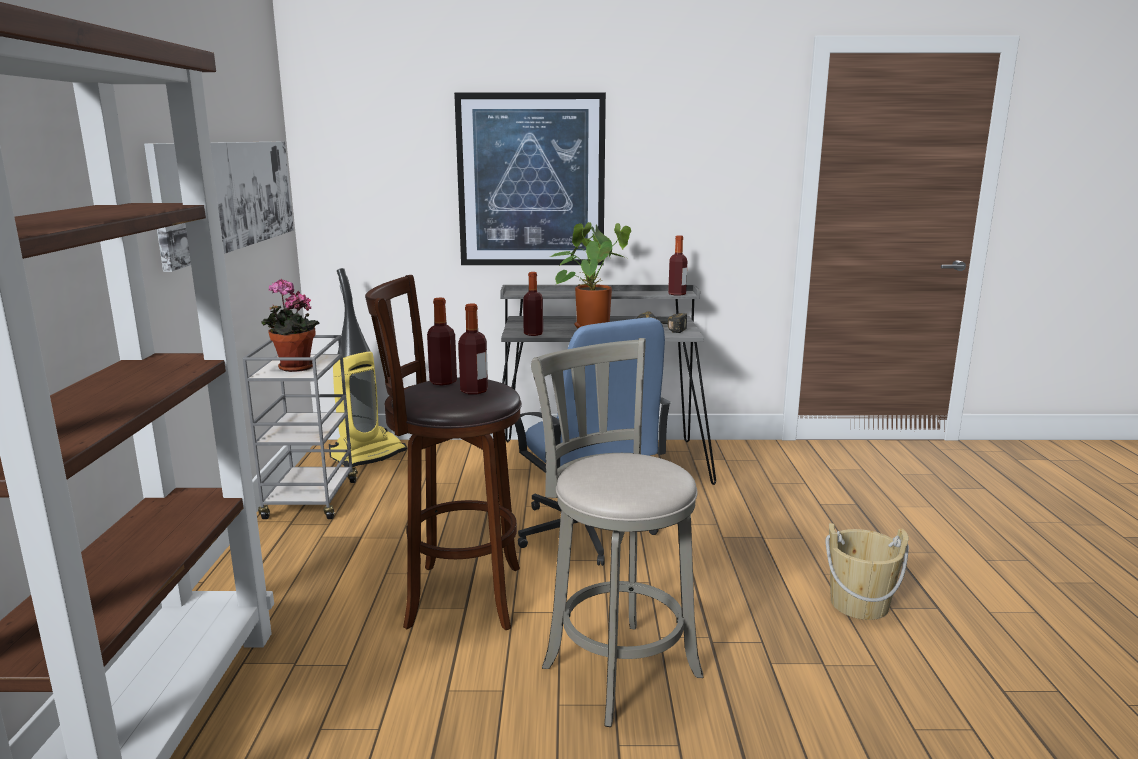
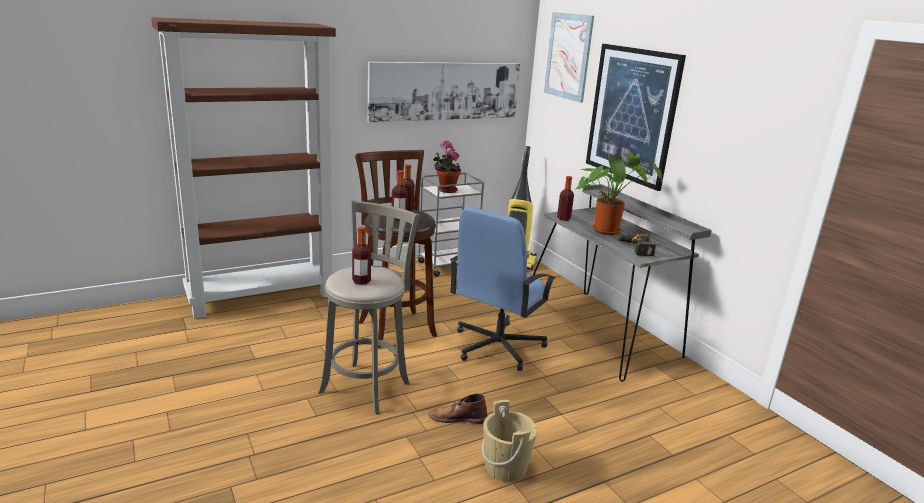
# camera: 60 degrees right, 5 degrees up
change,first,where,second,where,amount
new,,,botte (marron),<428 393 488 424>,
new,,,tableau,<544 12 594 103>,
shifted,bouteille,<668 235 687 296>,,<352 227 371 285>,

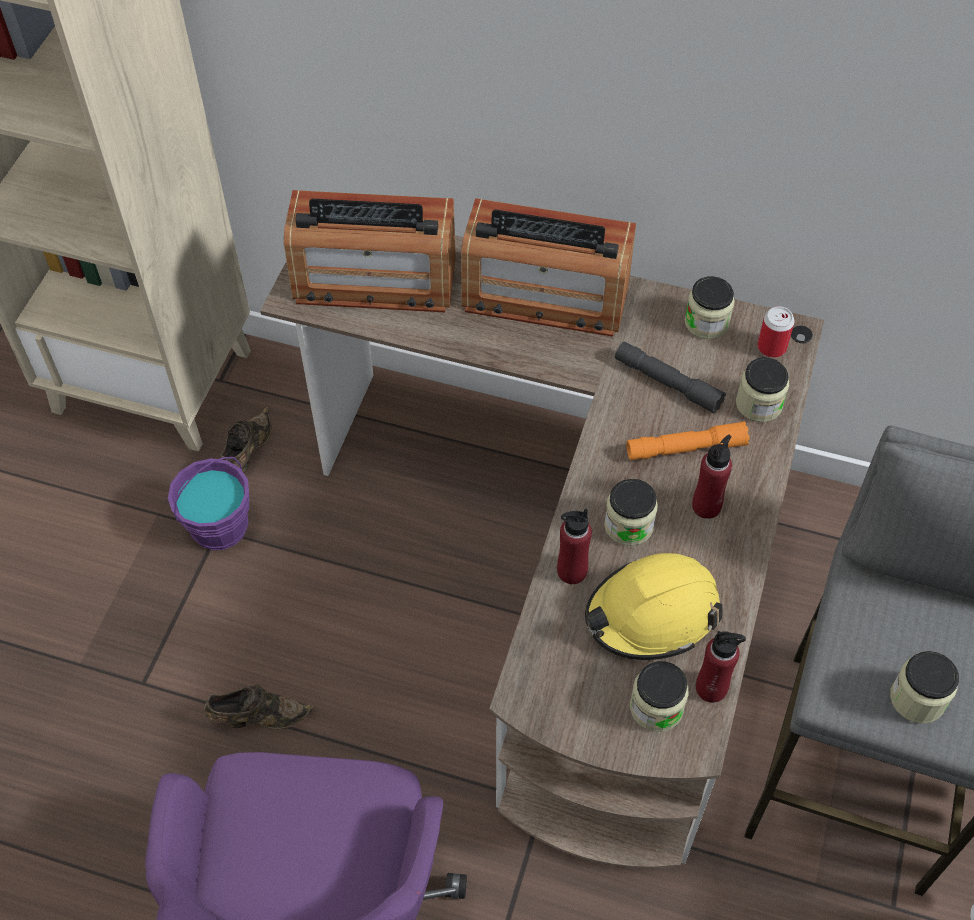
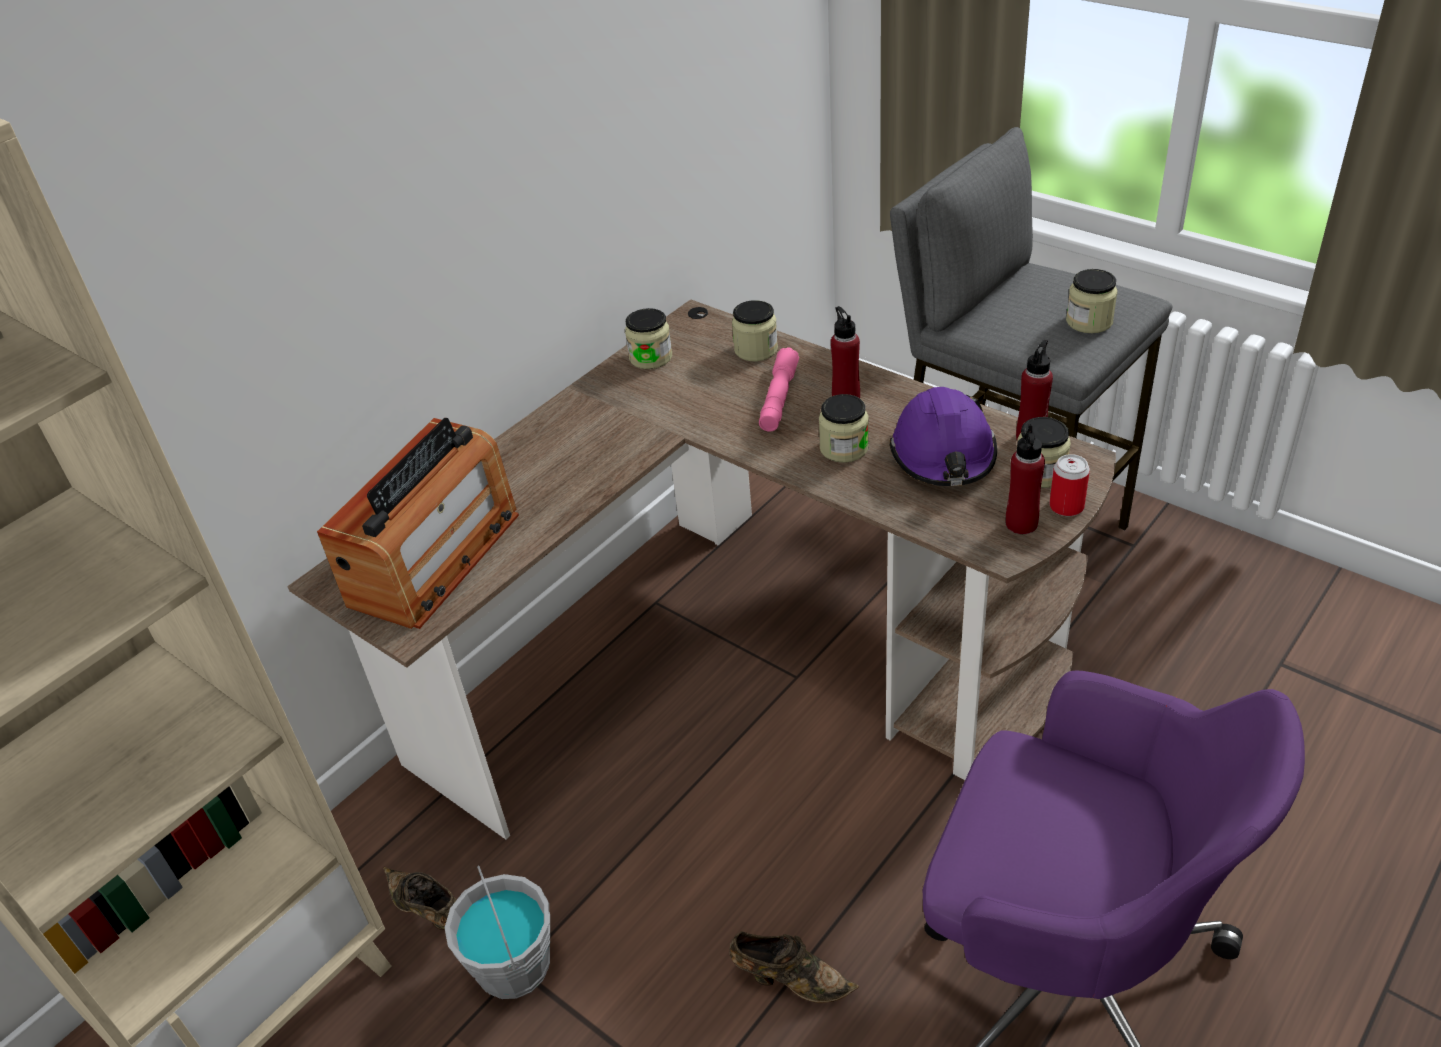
# camera: 65 degrees left, 15 degrees down
change,first,where,second,where,amount
gone,radio,<461 198 636 337>,,,
gone,lampe de poche (gris),<615 342 726 414>,,,
shifted,bouteille (rouge),<557 509 592 584>,,<1006 424 1045 534>,
shifted,boîte métallique,<757 306 794 358>,,<1050 454 1090 516>,
repainted,seau (violet),<168 457 250 550>,seau (gris),<445 866 550 999>,
repainted,casque de chantier (jaune),<585 553 723 660>,casque de chantier (violet),<889 387 997 486>,
repainted,lampe de poche (orange),<627 421 749 460>,lampe de poche (rose),<759 347 799 432>,
rotated,chaussure (marron),<204 684 314 729>,,<730 931 859 1003>,90 degrees clockwise

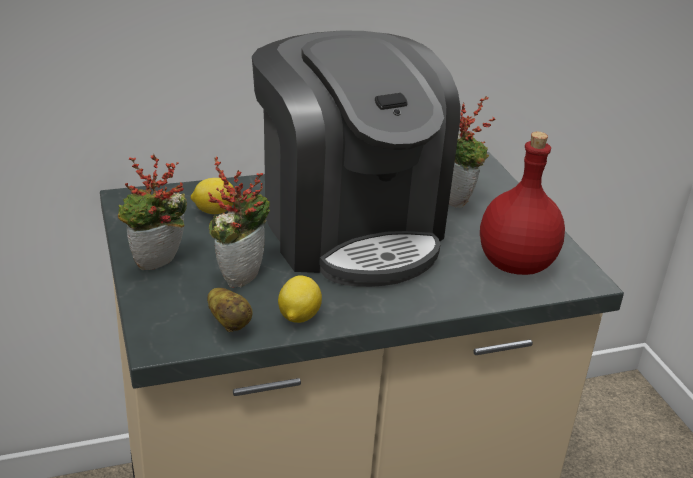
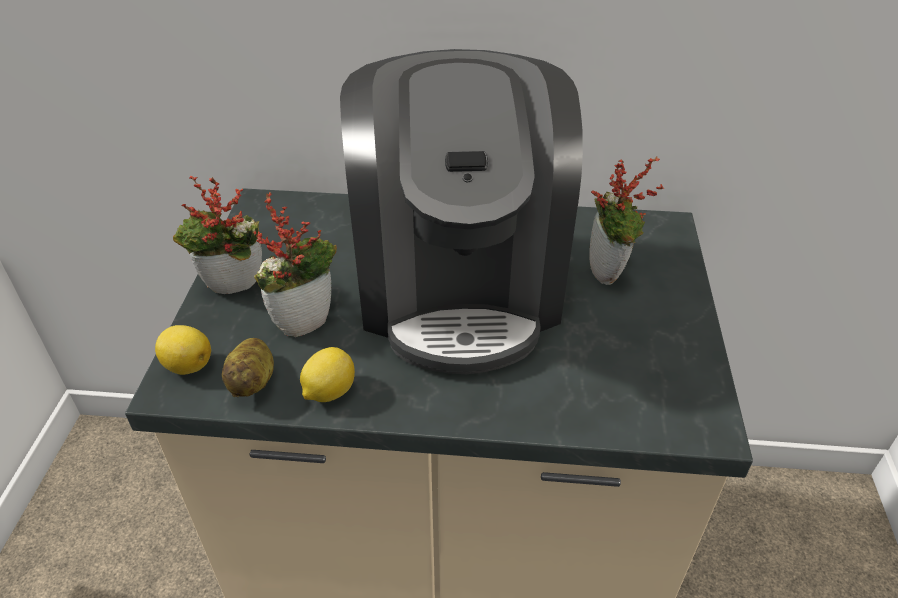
# camera: 25 degrees right, 10 degrees up
change,first,where,second,where,amount
gone,bouteille (rouge),<480 132 565 275>,,,
shifted,citron,<190 178 234 214>,,<155 325 211 375>,

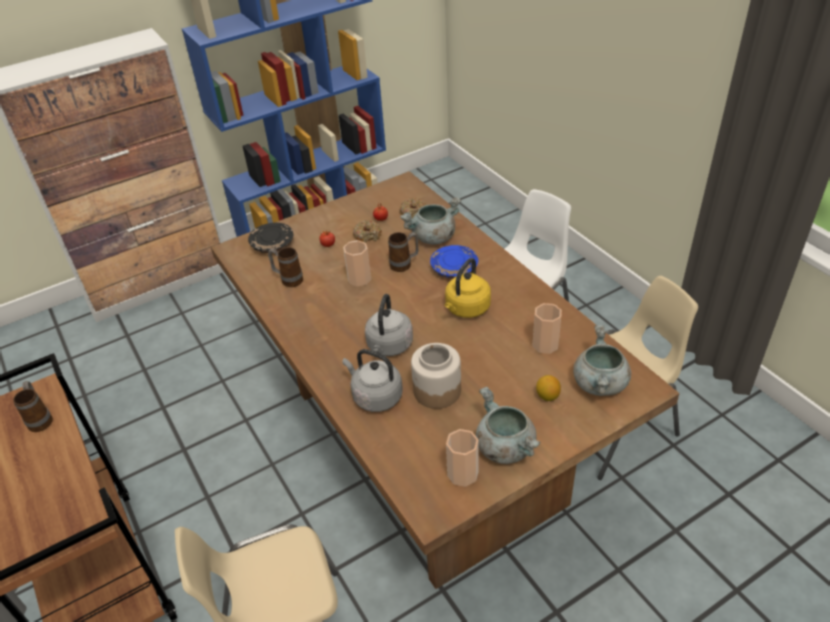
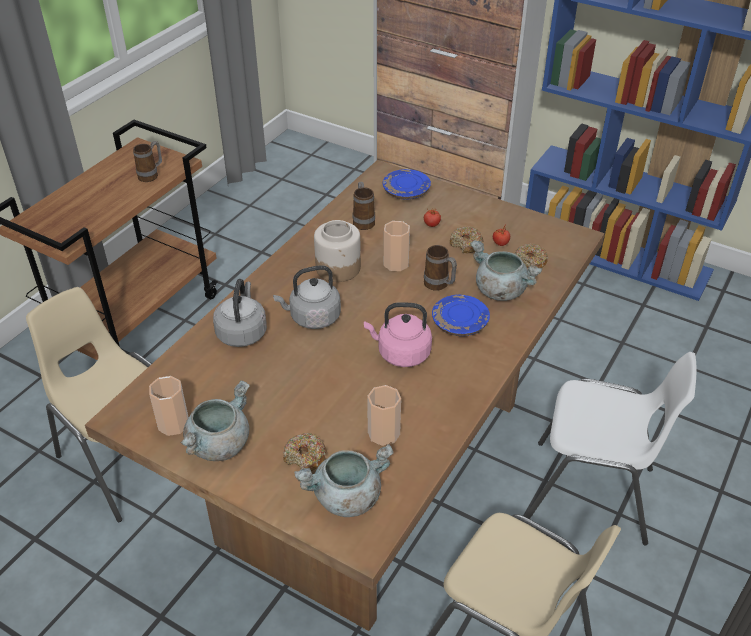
# camera: 60 degrees right, 0 degrees up
change,first,where,second,where,amount
shifted,bocal,<411 343 461 409>,,<314 220 361 282>,
swapped,citron,<536 375 561 401>,beignet,<283 433 327 471>,
repainted,assiette (noir),<248 223 294 253>,assiette (bleu),<383 169 431 200>,
repainted,bouilloire (jaune),<445 258 491 318>,bouilloire (rose),<364 302 432 367>,

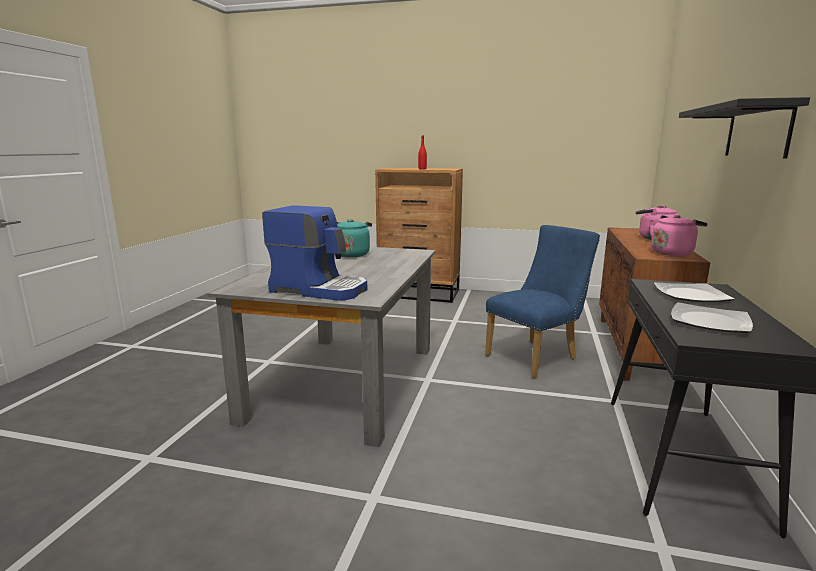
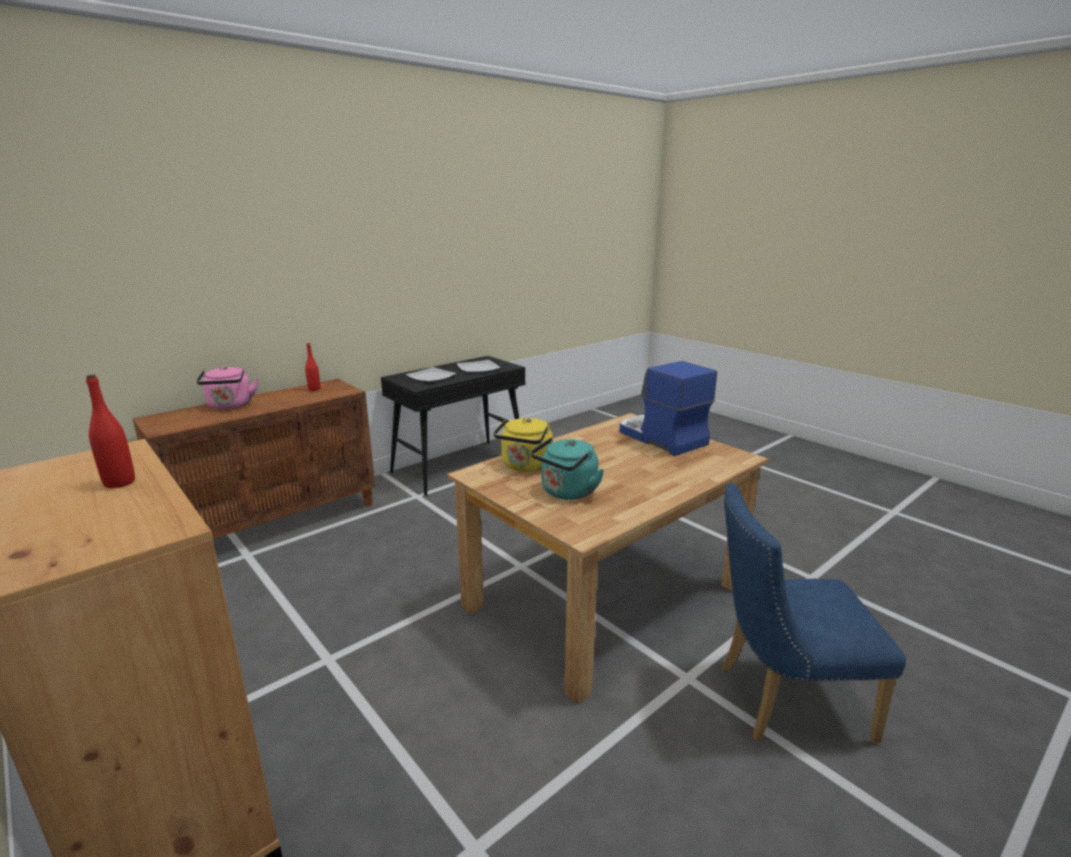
# camera: 145 degrees left, 5 degrees up
change,first,where,second,where,amount
gone,étagère (noir),<679 97 810 158>,,,
new,,,bouilloire (jaune),<493 417 561 472>,
shifted,chaise (bleu),<485 225 600 378>,,<722 483 906 743>,
swapped,bouilloire (rose),<650 215 707 256>,bouteille (rouge),<305 343 321 391>,
repainted,table à manger (gris),<207 247 436 447>,table à manger (marron),<447 413 769 704>,

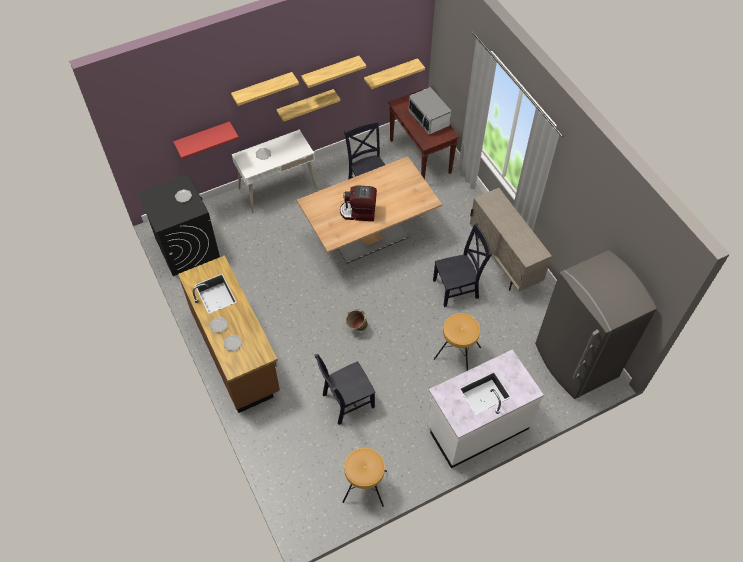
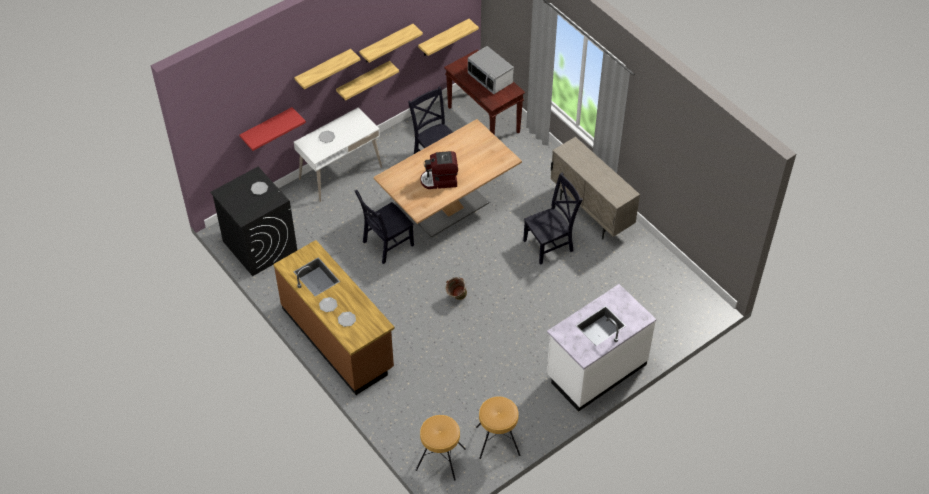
# camera: 10 degrees left, 5 degrees down
change,first,where,second,where,amount
gone,réfrigérateur (gris),<535 250 657 399>,,,
shifted,chaise (noir),<314 354 375 425>,,<354 190 414 264>,
shifted,tabouret (marron),<434 313 481 371>,,<416 415 466 481>,

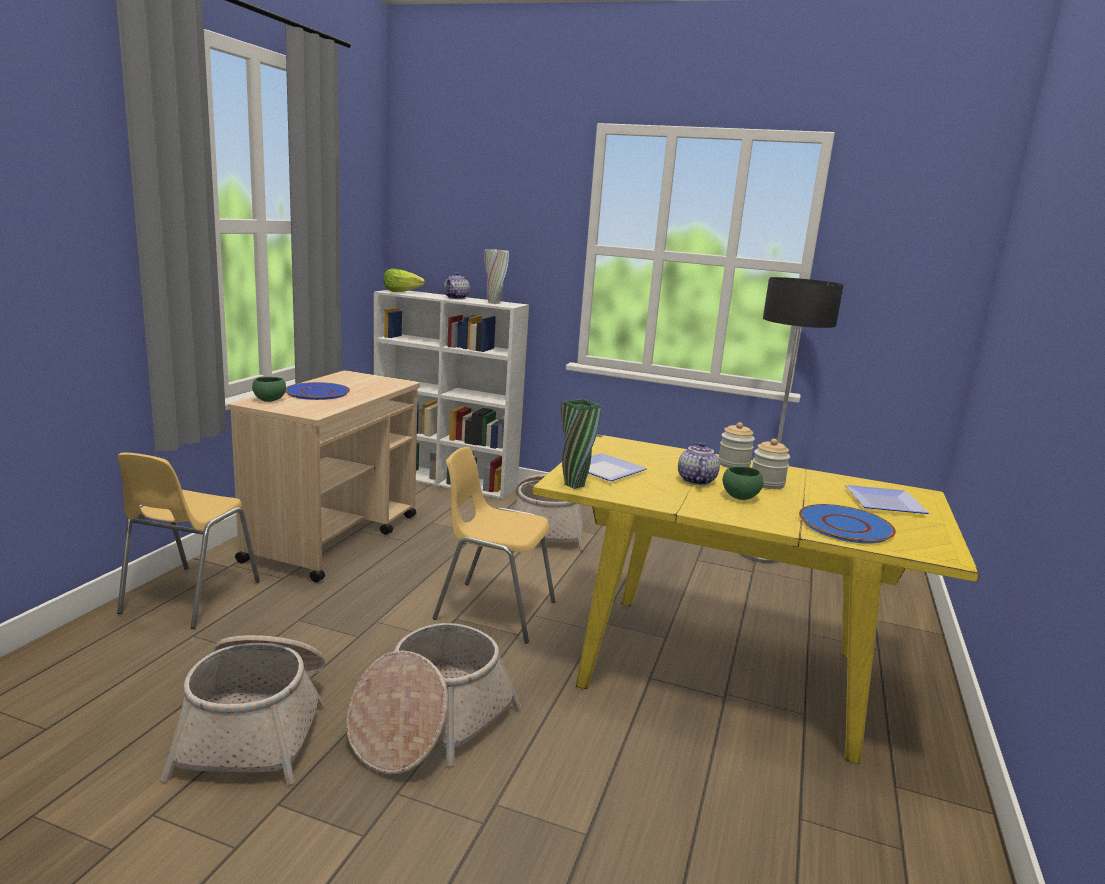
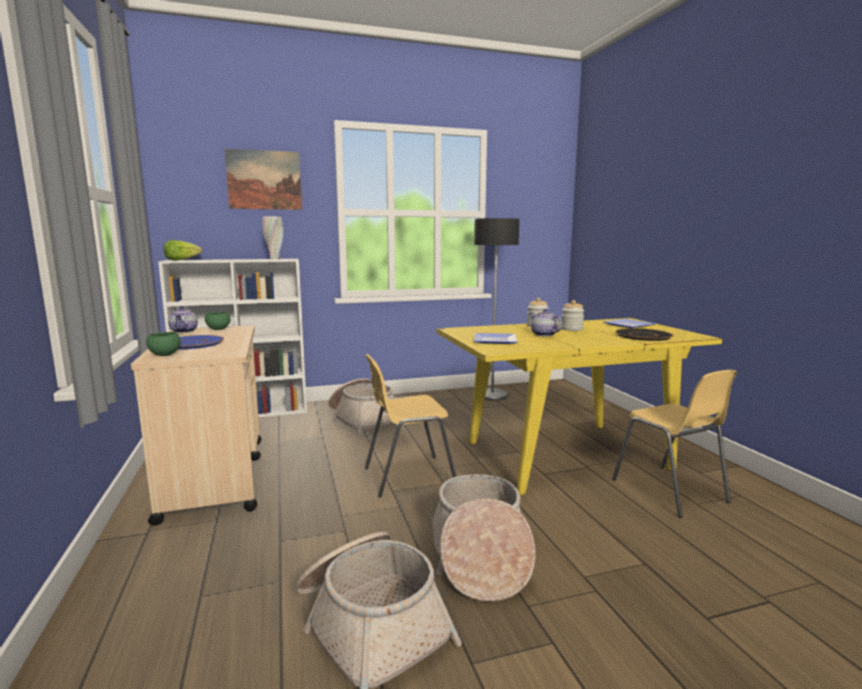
# camera: 35 degrees left, 5 degrees down
change,first,where,second,where,amount
gone,vase (vert),<561 399 602 489>,,,
new,,,tableau,<225 149 302 210>,
shifted,chaise (jaune),<117 453 260 629>,,<612 370 737 518>,
shifted,théière,<444 272 470 299>,,<168 306 198 333>,
shifted,bol (vert),<723 466 763 500>,,<205 312 231 330>,
repainted,assiette (bleu),<799 504 896 544>,assiette (noir),<615 328 674 341>,

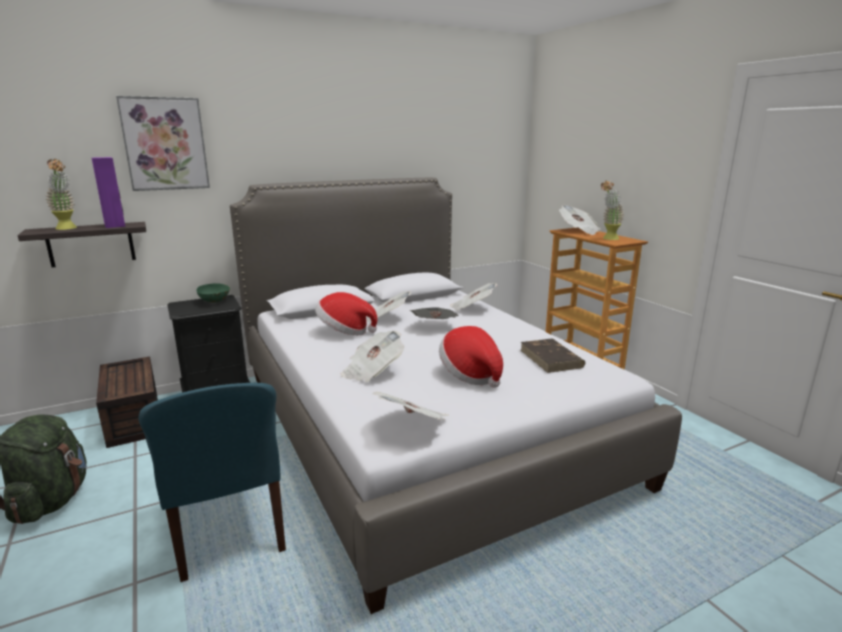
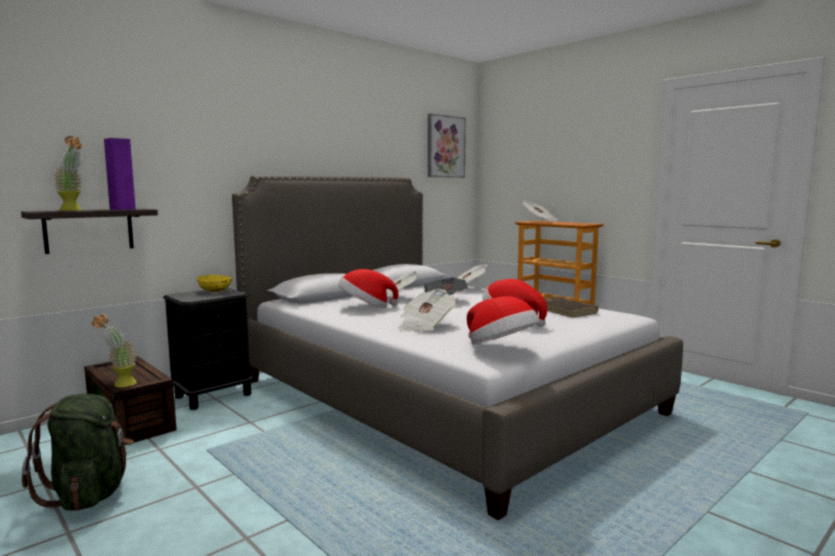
# camera: 15 degrees left, 10 degrees down
change,first,where,second,where,amount
gone,chaise (bleu),<139 383 286 582>,,,
shifted,tableau,<116 96 210 191>,,<428 114 466 178>,
shifted,plante en pot,<601 180 624 240>,,<92 314 137 387>,
swapped,journal,<372 392 448 420>,chapeau,<467 296 539 344>,
repainted,bol (vert),<196 283 230 303>,bol (jaune),<197 275 233 292>,

